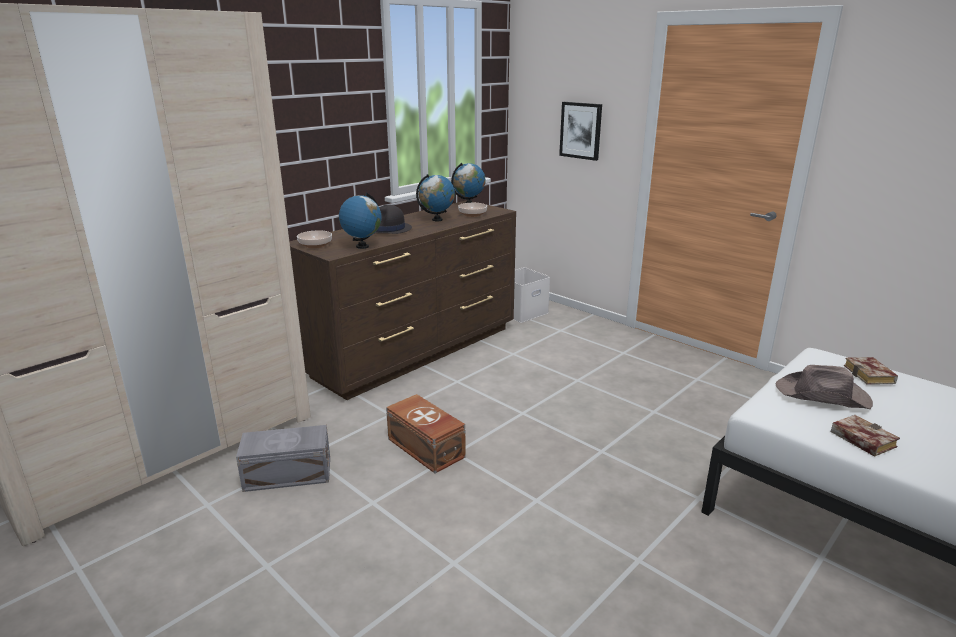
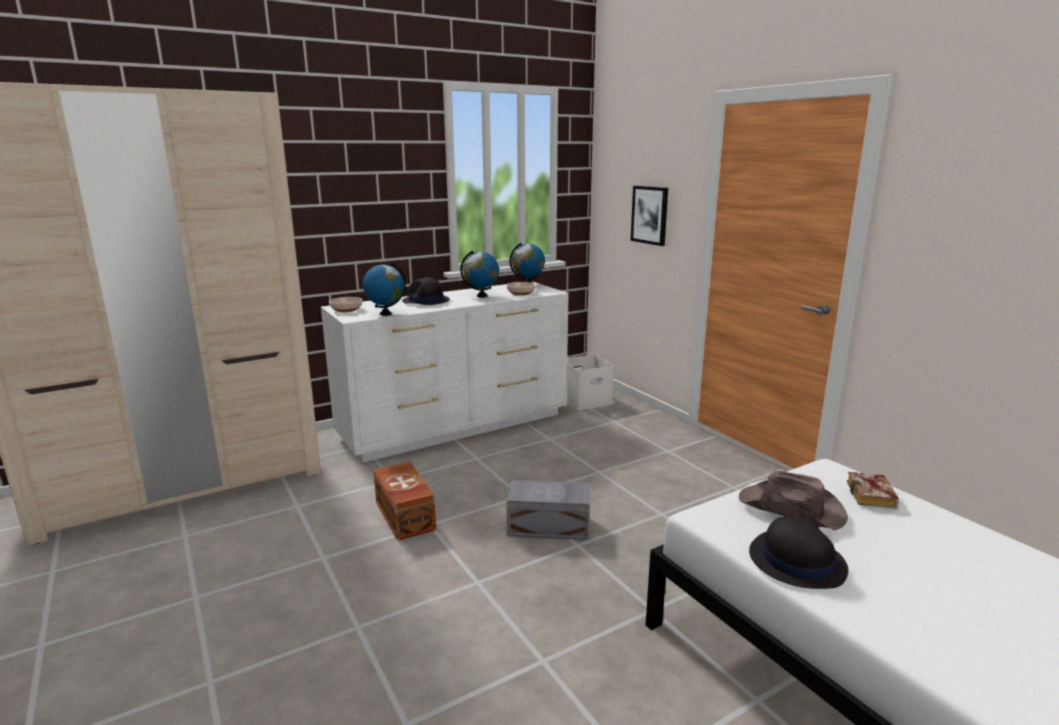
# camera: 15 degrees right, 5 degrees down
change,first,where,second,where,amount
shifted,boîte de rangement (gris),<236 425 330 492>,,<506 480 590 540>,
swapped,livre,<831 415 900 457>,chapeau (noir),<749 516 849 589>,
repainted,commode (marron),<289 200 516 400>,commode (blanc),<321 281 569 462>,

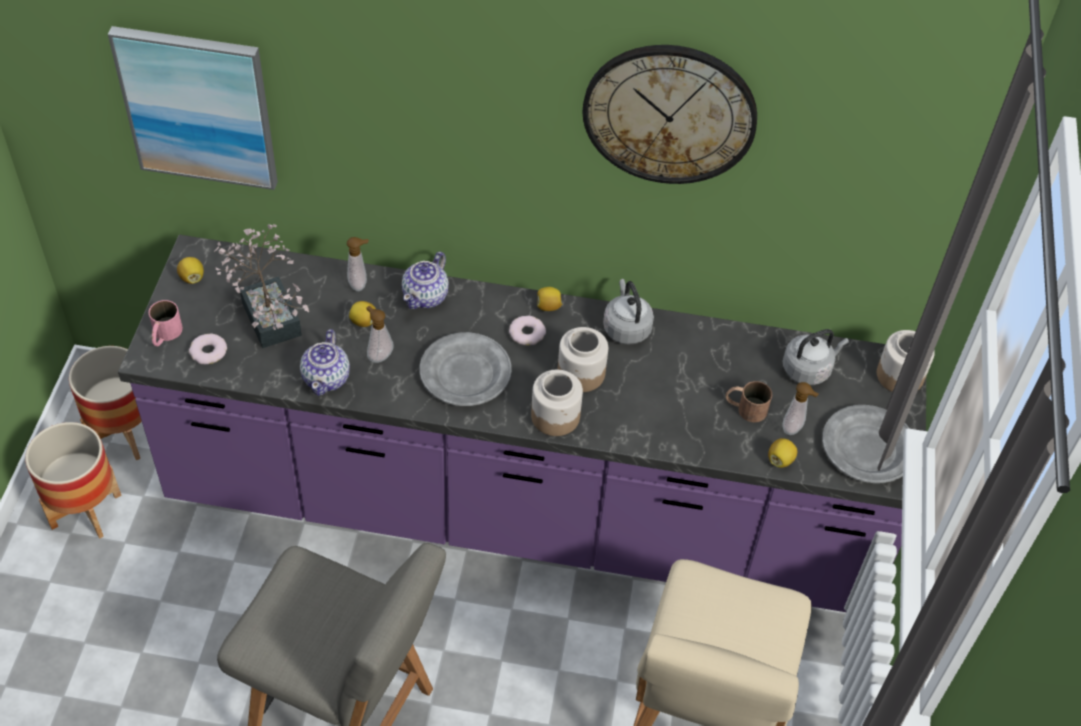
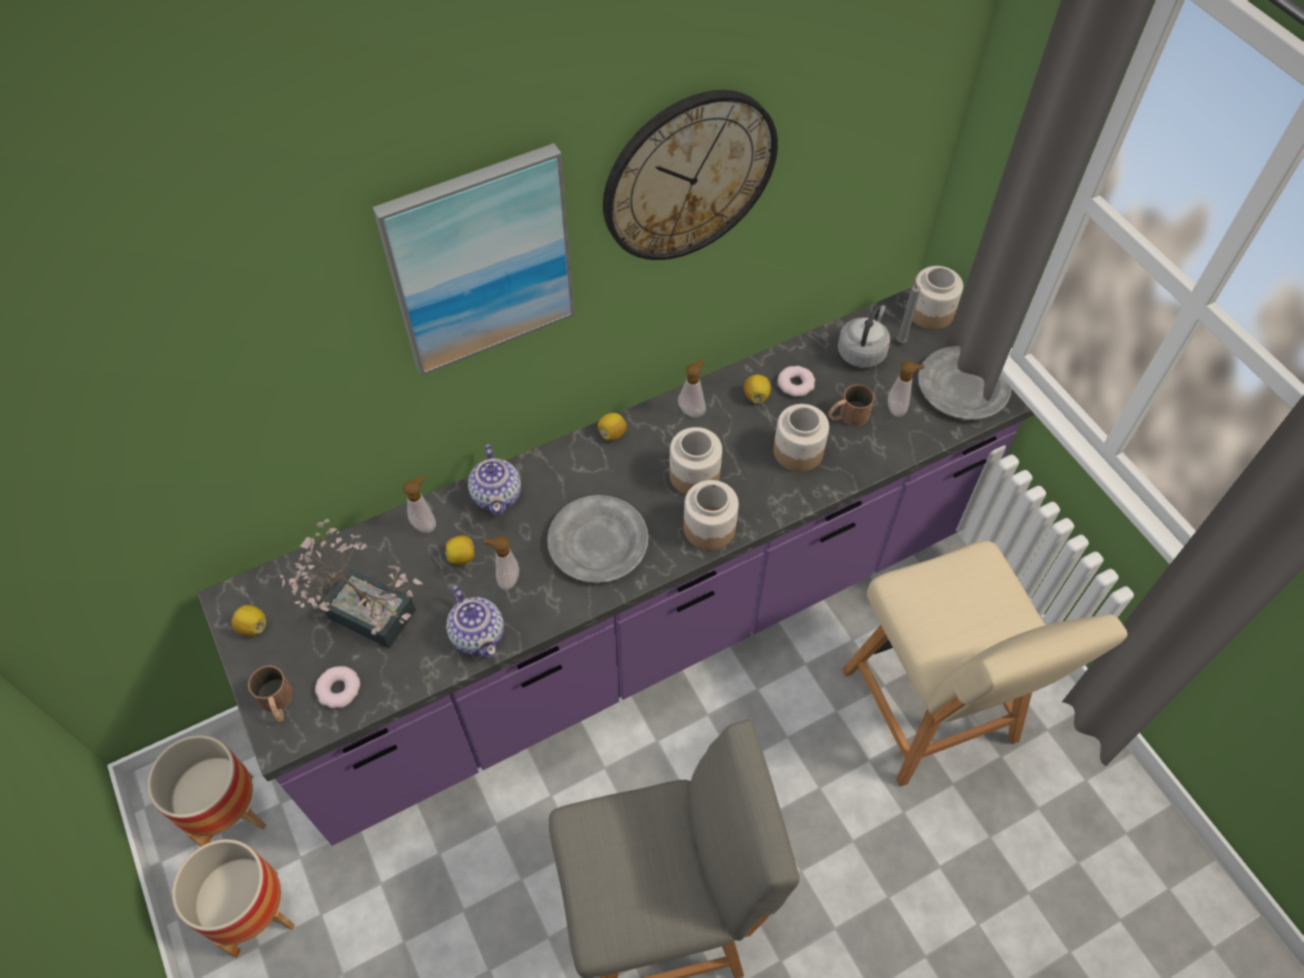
# camera: 35 degrees left, 5 degrees up
change,first,where,second,where,amount
new,,,bocal,<773 404 829 472>,
new,,,bougie (gris),<897 275 921 343>,
shifted,tableau,<108 26 278 190>,,<372 143 575 376>,
shifted,beignet,<509 316 546 345>,,<778 366 815 397>,
shifted,citron,<768 438 797 468>,,<744 374 771 403>,
swapped,bouilloire (gris),<603 279 654 345>,distributeur de savon,<678 359 706 417>,
repainted,mug (rose),<149 300 183 346>,mug (marron),<248 666 293 722>,

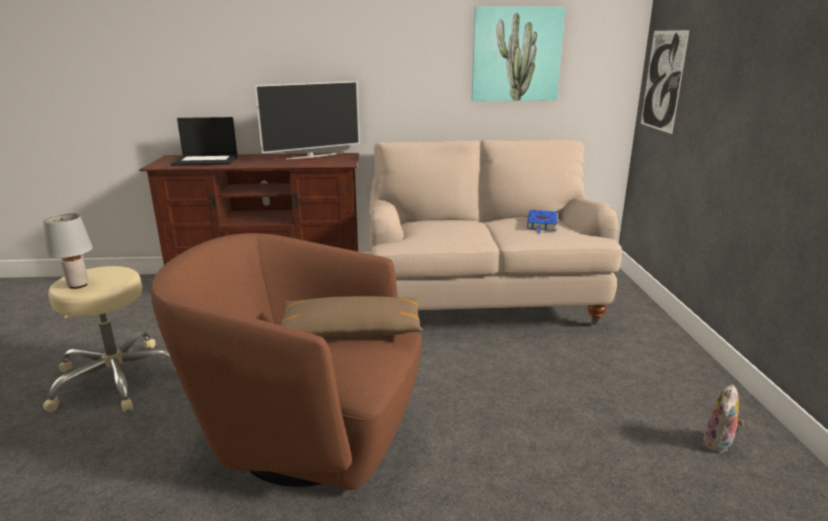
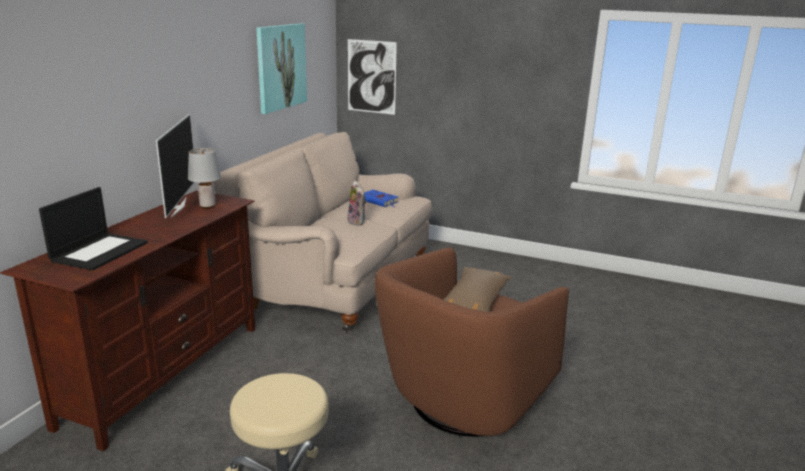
# camera: 65 degrees left, 0 degrees up
change,first,where,second,where,amount
shifted,lampe de table (gris),<43 213 93 289>,,<188 148 221 209>,
shifted,peluche,<703 384 744 454>,,<347 180 366 225>,

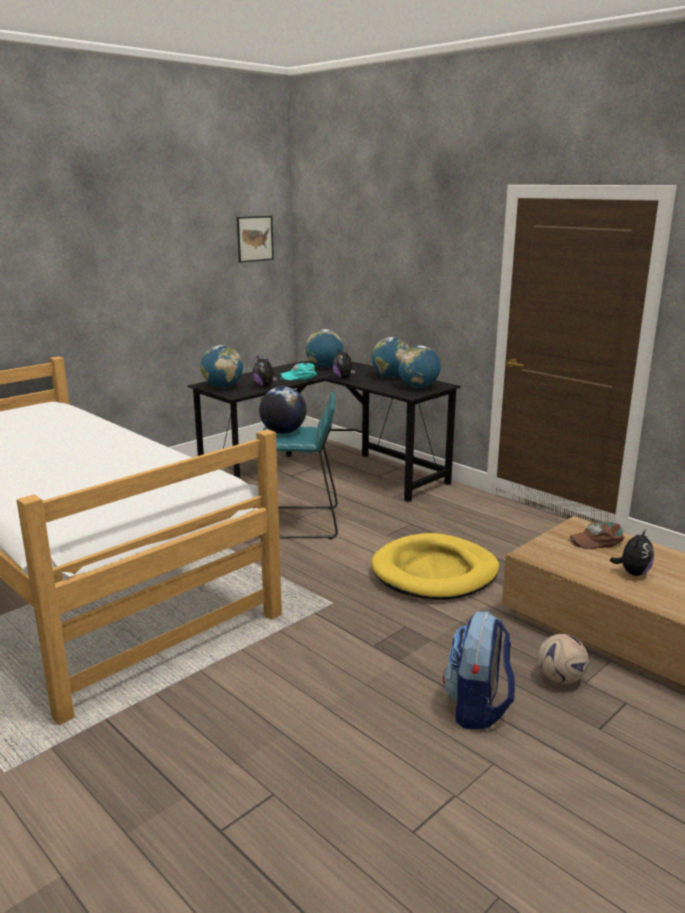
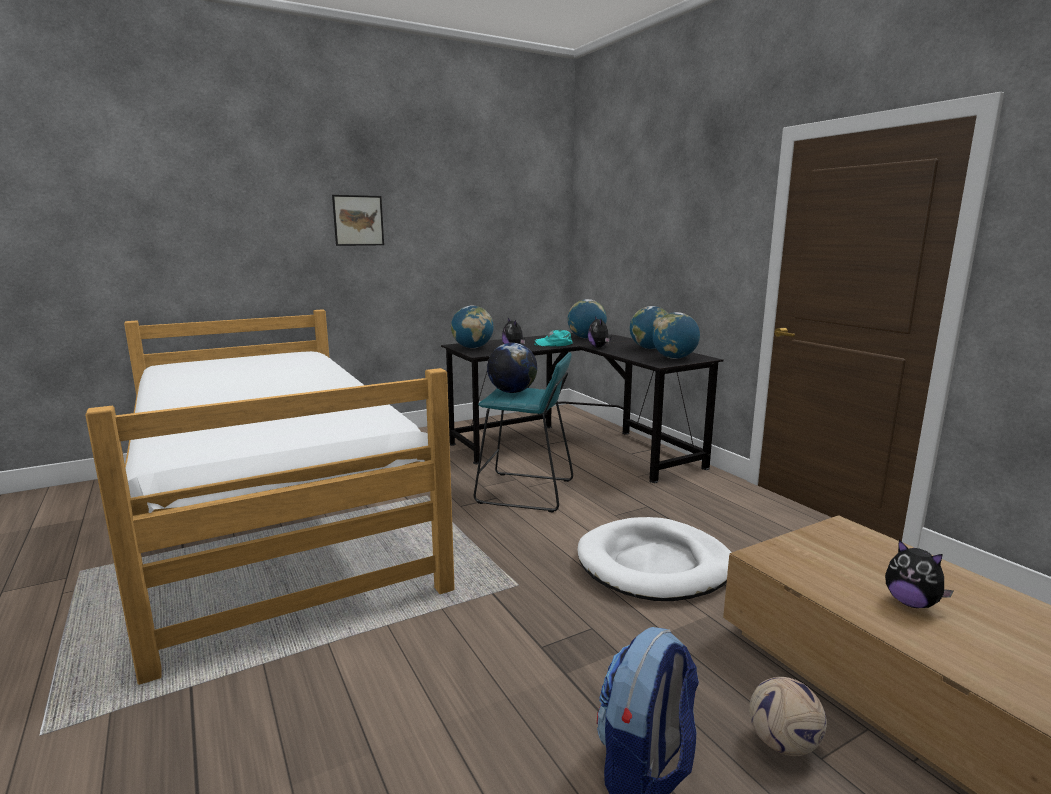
# camera: 15 degrees right, 5 degrees down
change,first,where,second,where,amount
gone,casquette (marron),<570 522 625 549>,,,
shifted,tableau,<237 216 274 263>,,<332 195 384 246>,
repainted,panier pour chien (jaune),<371 533 499 600>,panier pour chien (blanc),<577 517 732 601>,
rotated,peluche,<610 529 654 576>,,<885 540 954 608>,90 degrees clockwise

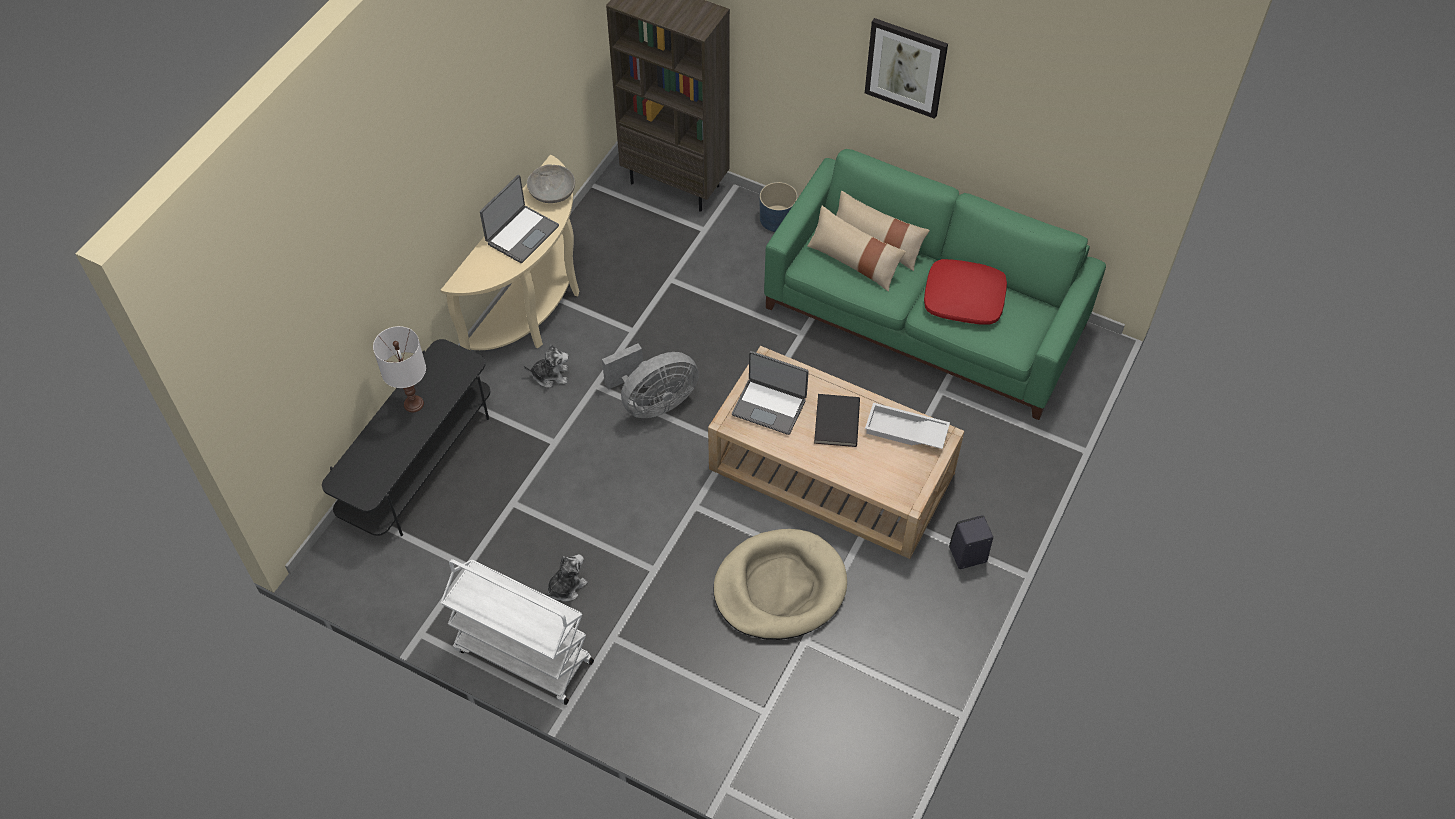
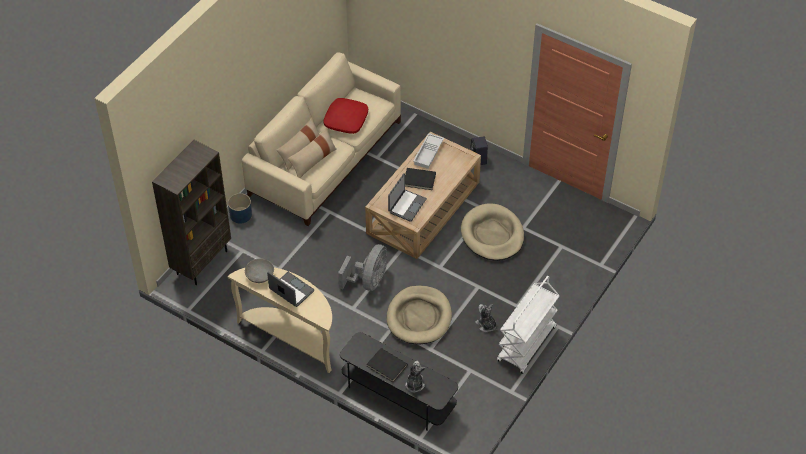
# camera: 85 degrees left, 5 degrees down
change,first,where,second,where,amount
gone,tableau,<865 18 948 119>,,,
new,,,panier pour chien (beige),<387 285 452 345>,
shifted,peluche,<524 344 569 388>,,<405 361 425 393>,
swapped,lampe de table (blanc),<373 326 426 412>,livre (noir),<367 348 408 382>,
repainted,canapé (vert),<764 149 1106 420>,canapé (beige),<242 52 401 226>,
rotated,ventilateur (gris),<602 343 699 418>,,<338 244 387 291>,45 degrees clockwise

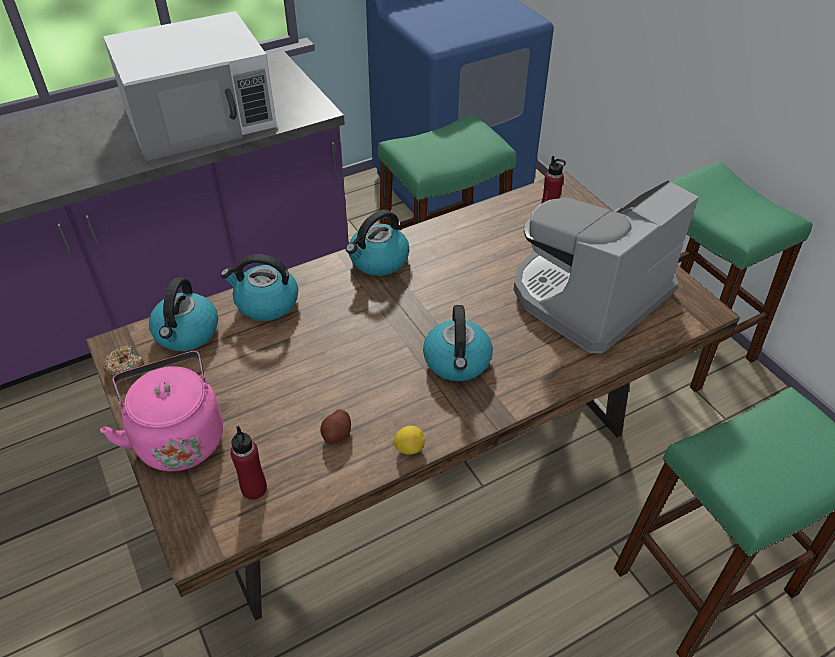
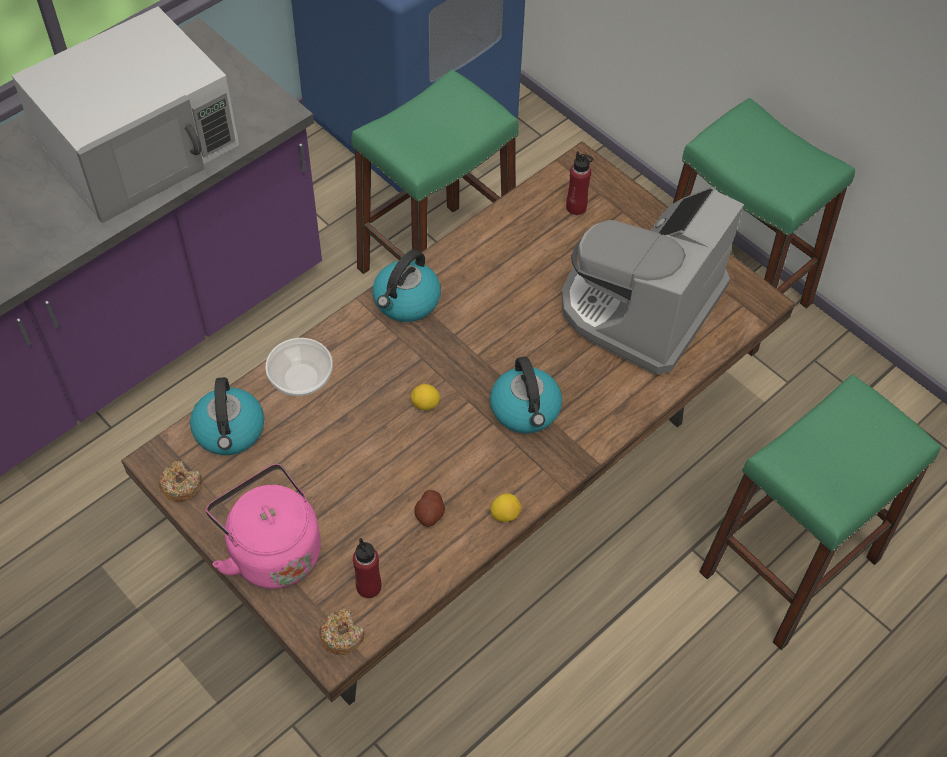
# camera: 15 degrees left, 10 degrees up
change,first,where,second,where,amount
new,,,beignet,<319 609 365 655>,
new,,,citron,<411 384 440 410>,
swapped,bouilloire,<221 254 298 321>,bol,<265 338 333 396>,

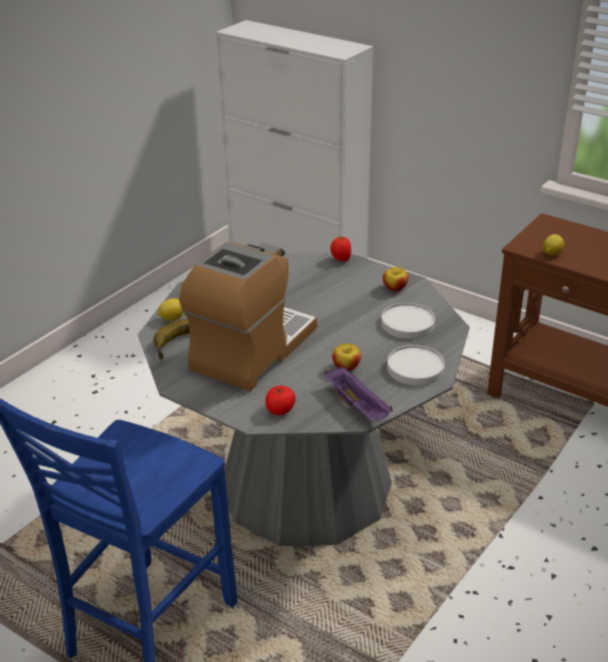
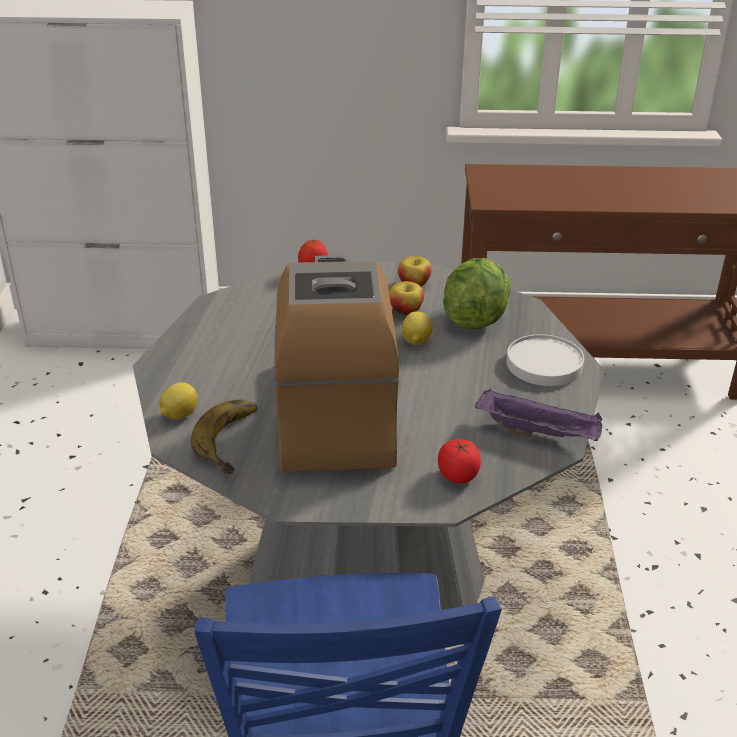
# camera: 35 degrees left, 0 degrees up
change,first,where,second,where,amount
shifted,pomme,<332 343 361 371>,,<389 281 424 315>,
shifted,citron,<543 234 564 255>,,<402 311 432 345>,
swapped,assiette (blanc),<381 303 435 339>,laitue,<443 258 510 329>,

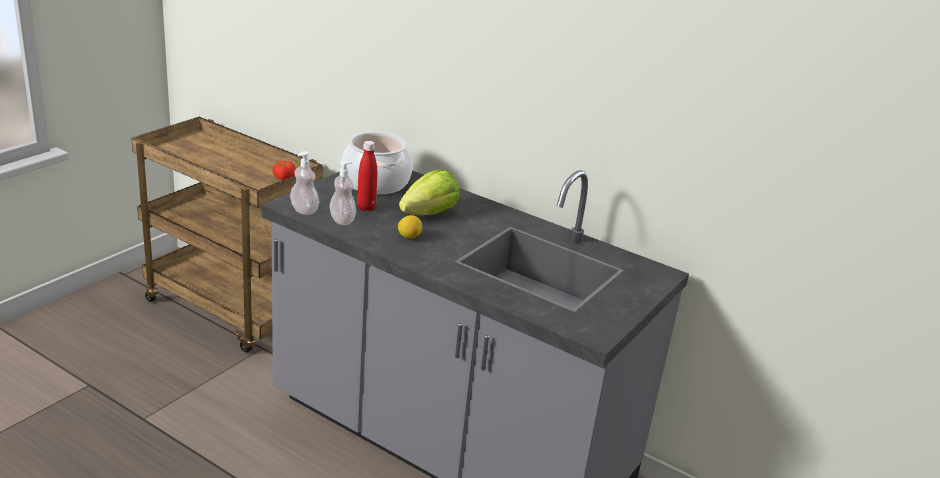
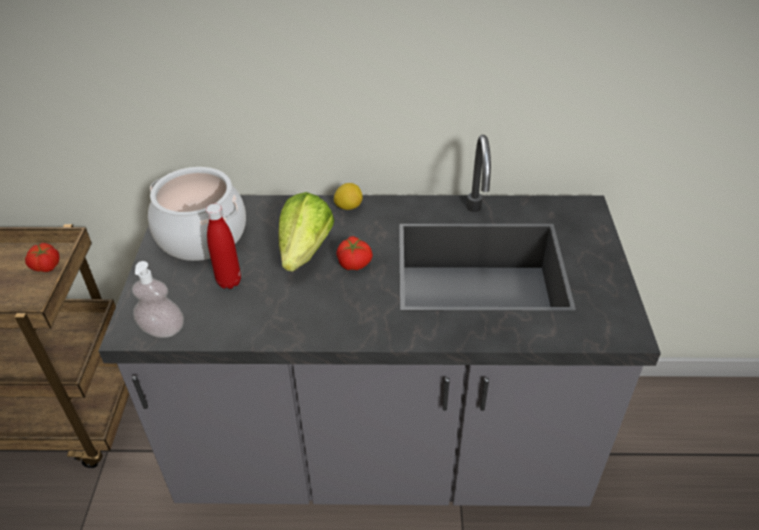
# camera: 30 degrees left, 15 degrees up
change,first,where,second,where,amount
gone,distributeur de savon,<330 161 356 225>,,,
new,,,tomate,<336 236 373 270>,
shifted,citron,<398 215 422 239>,,<334 183 363 210>,

